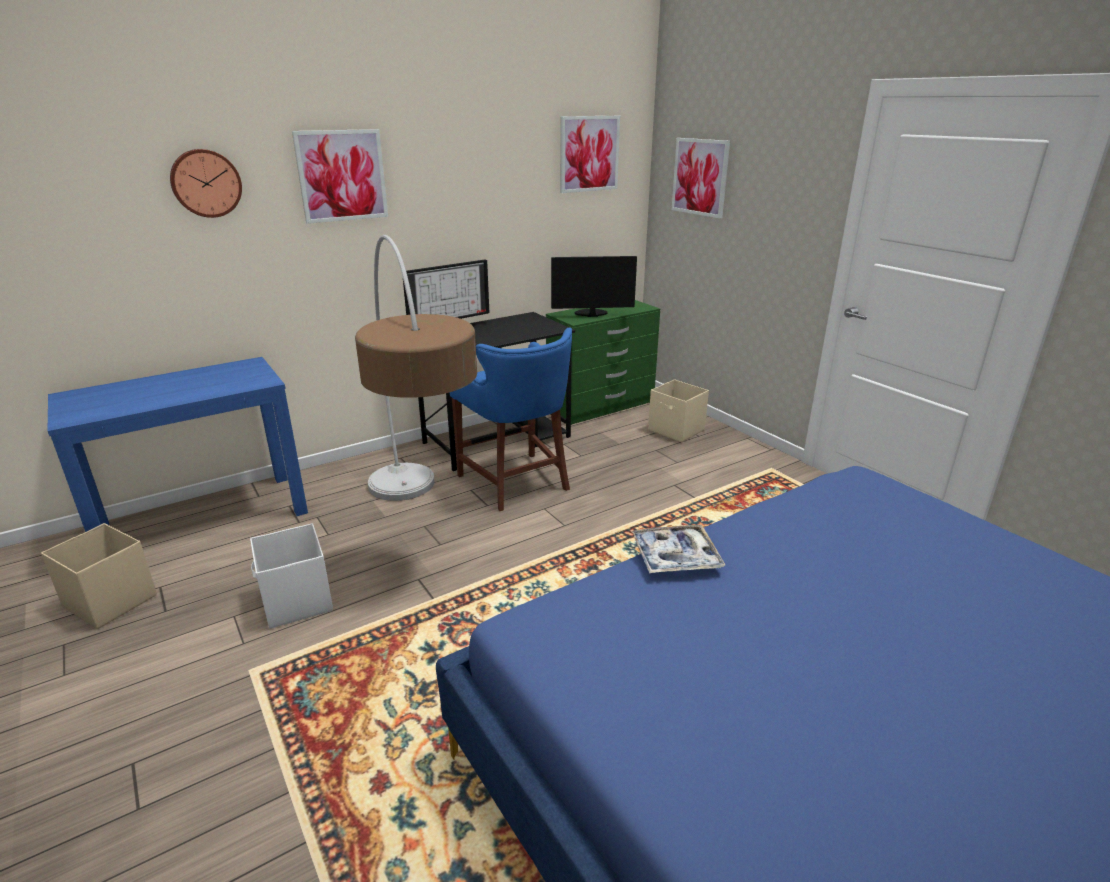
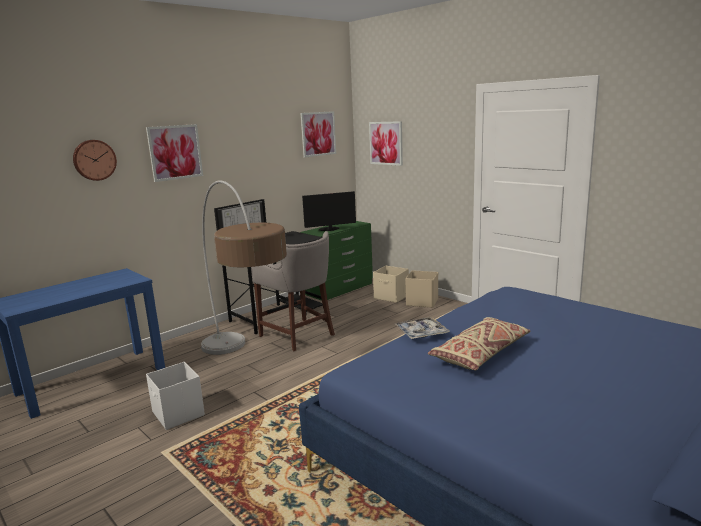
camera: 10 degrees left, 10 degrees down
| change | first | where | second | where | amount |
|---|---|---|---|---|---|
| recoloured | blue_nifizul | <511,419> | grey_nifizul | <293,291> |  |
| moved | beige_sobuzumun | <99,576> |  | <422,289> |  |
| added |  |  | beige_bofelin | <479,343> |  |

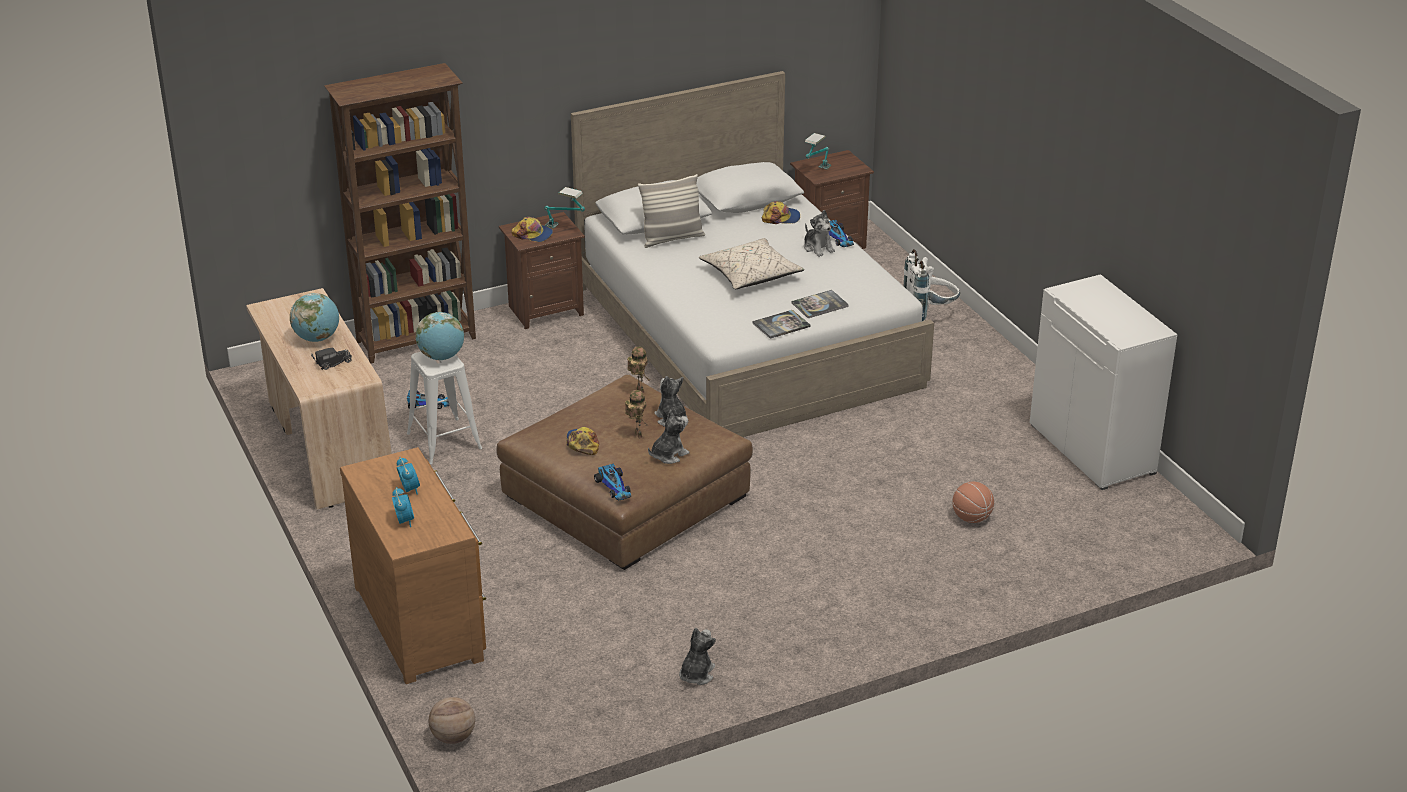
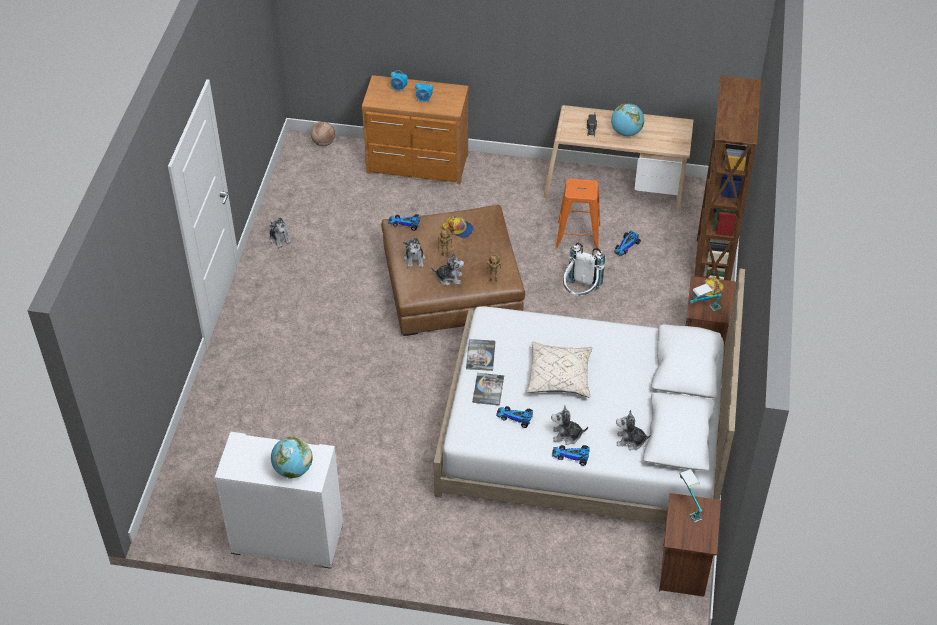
camera: 125 degrees right, 15 degrees up
| change | first | where | second | where | amount |
|---|---|---|---|---|---|
| removed | bofelin | <671,211> |  |  |  |
| replaced | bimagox | <781,212> | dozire | <633,430> |  |
| moved | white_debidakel | <932,285> |  | <584,269> |  |
| moved | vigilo | <440,336> |  | <292,457> |  |
| recoloured | white_nifizul | <444,408> | orange_nifizul | <577,215> |  |
| removed | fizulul | <973,502> |  |  |  |
| added |  |  | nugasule | <514,417> |  |

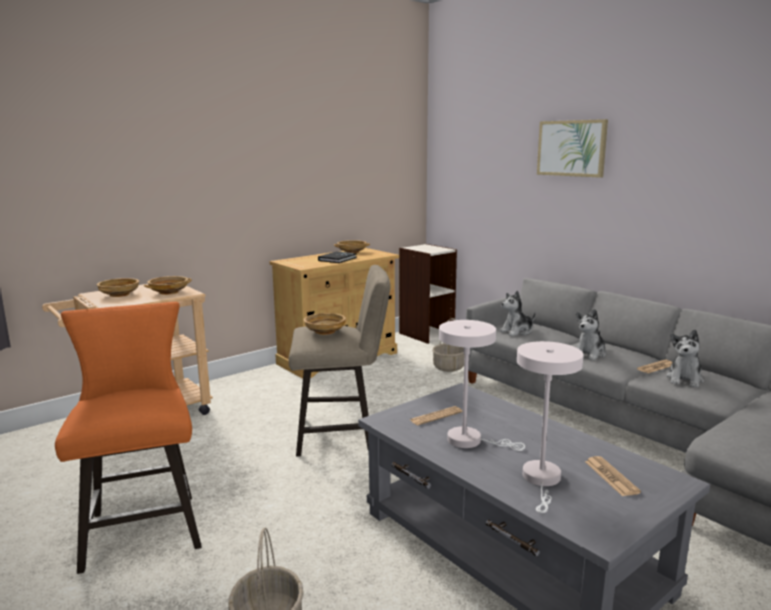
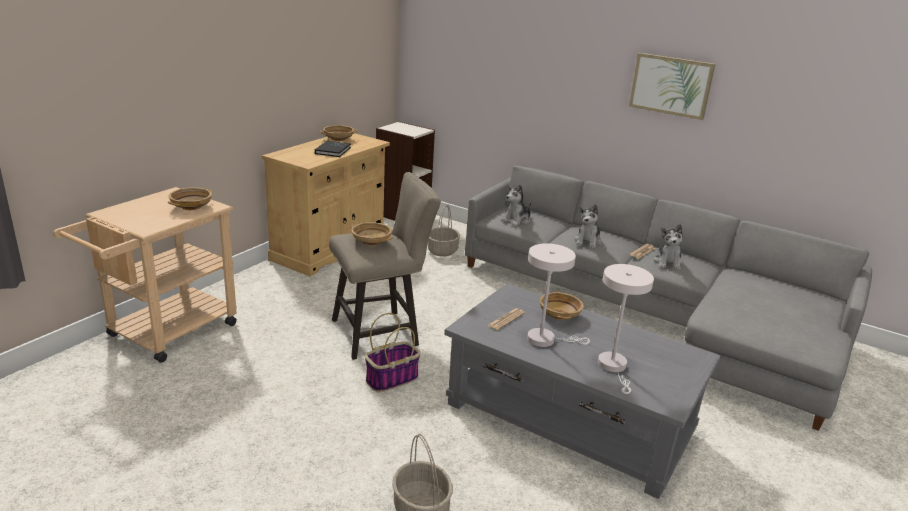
camera: 20 degrees left, 10 degrees up
| change | first | where | second | where | amount |
|---|---|---|---|---|---|
| moved | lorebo | <572,148> |  | <672,86> |  |
| moved | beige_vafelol | <118,287> |  | <562,306> |  |
| removed | orange_nifizul | <128,438> |  |  |  |
| removed | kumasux | <613,476> |  |  |  |
| added |  |  | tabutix | <393,352> |  |

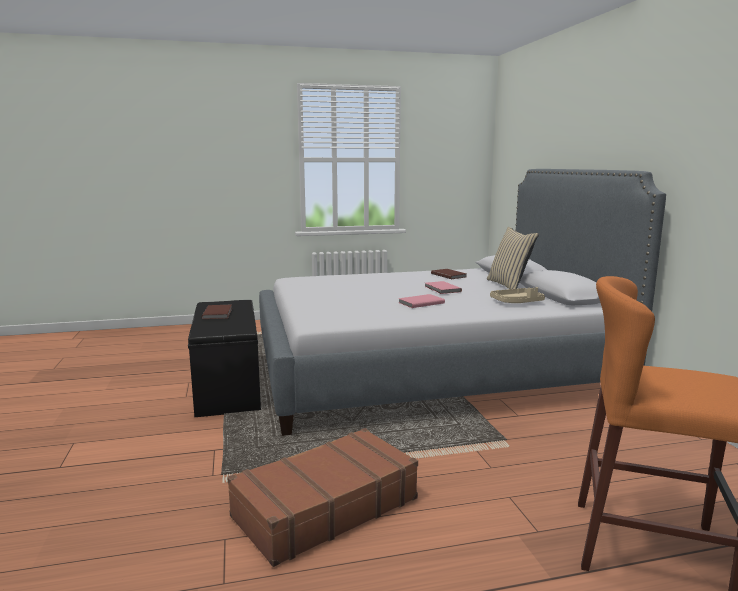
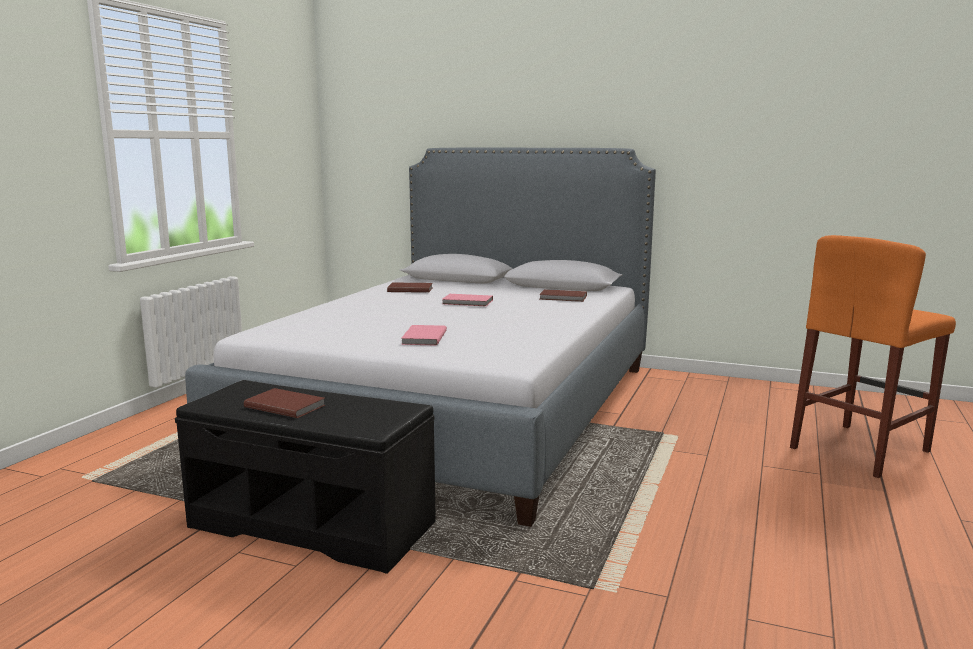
camera: 55 degrees left, 0 degrees up
| change | first | where | second | where | amount |
|---|---|---|---|---|---|
| removed | beige_bofelin | <513,258> |  |  |  |
| replaced | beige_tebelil | <517,295> | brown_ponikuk | <563,295> |  |
| moved | pink_ponikuk | <421,301> |  | <424,335> |  |
| removed | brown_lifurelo | <322,497> |  |  |  |

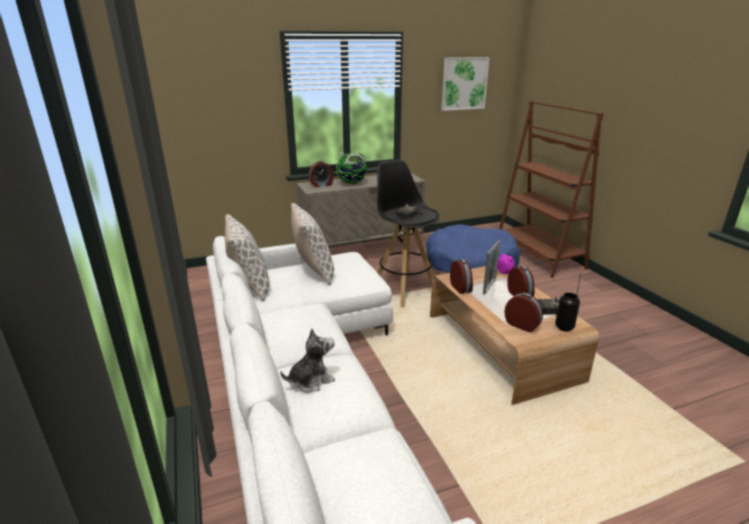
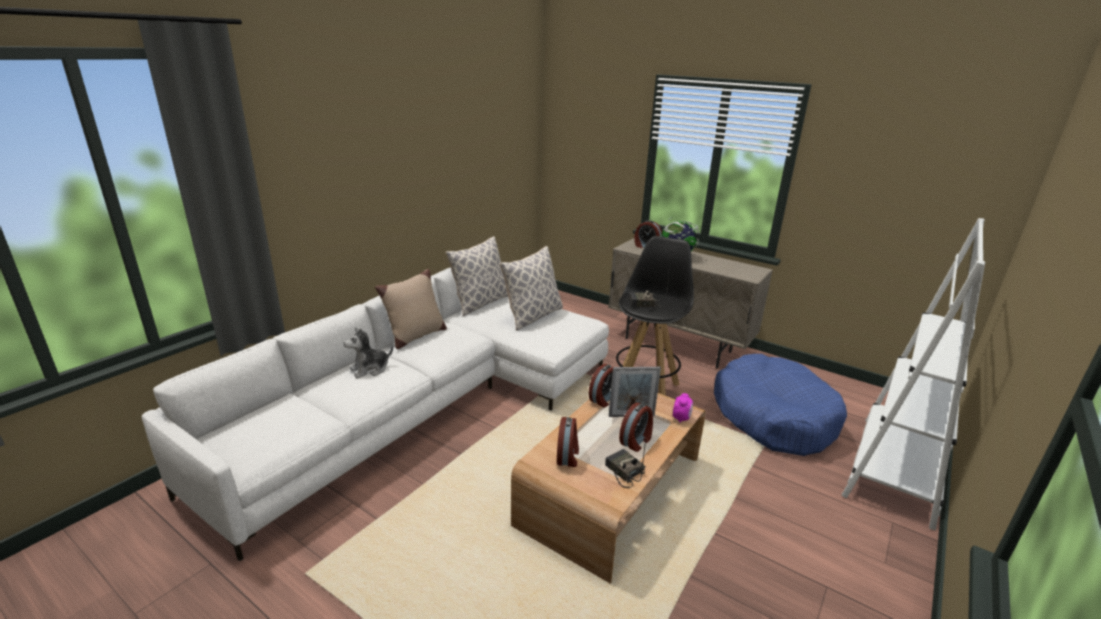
camera: 55 degrees right, 0 degrees up
| change | first | where | second | where | amount |
|---|---|---|---|---|---|
| removed | lorebo | <465,84> |  |  |  |
| recoloured | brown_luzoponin | <551,189> | white_luzoponin | <913,374> |  |
| removed | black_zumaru | <567,312> |  |  |  |
| turned | dozire | <307,360> |  | <368,352> | 120 degrees clockwise |
| added |  |  | beige_bofelin | <411,309> |  |

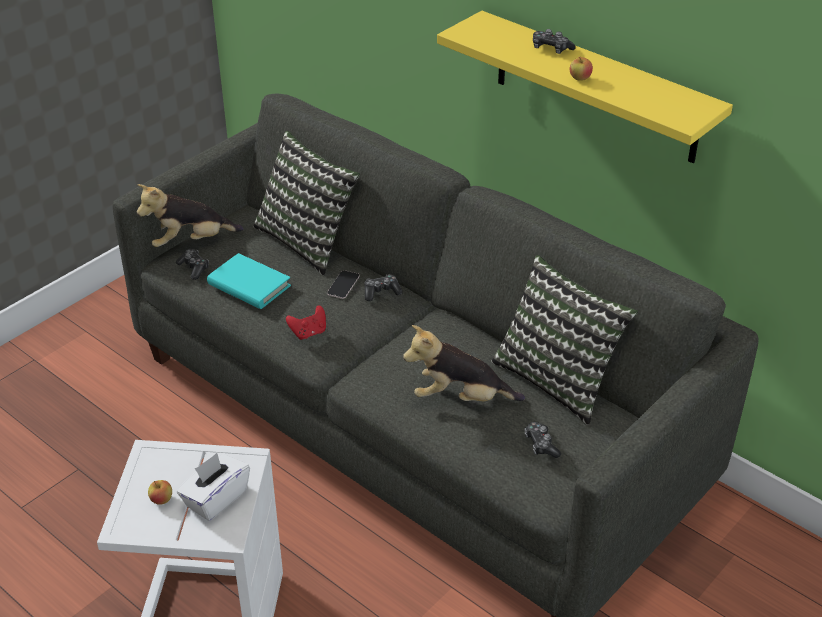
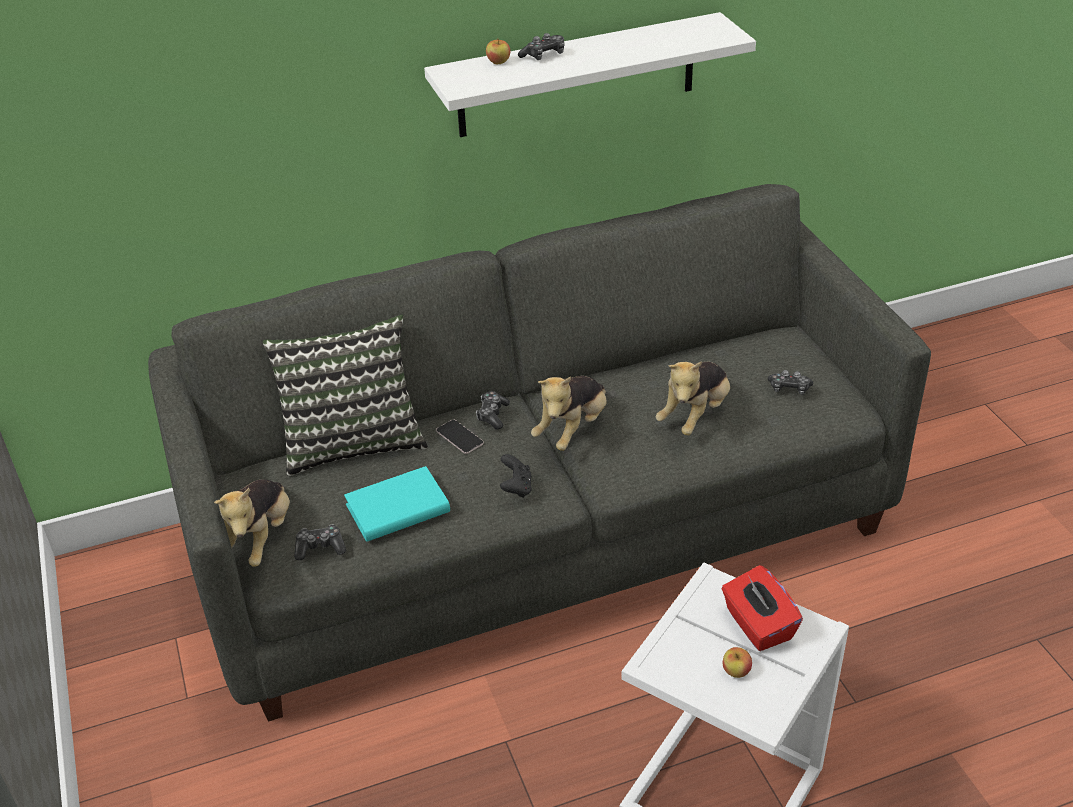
camera: 60 degrees left, 0 degrees up
| change | first | where | second | where | amount |
|---|---|---|---|---|---|
| recoloured | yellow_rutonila | <585,87> | white_rutonila | <590,74> |  |
| moved | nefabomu | <581,69> |  | <498,51> |  |
| removed | bofelin | <564,340> |  |  |  |
| recoloured | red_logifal | <306,322> | black_logifal | <516,476> |  |
| recoloured | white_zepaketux | <213,487> | red_zepaketux | <762,608> |  |
| added |  |  | dozire | <569,413> |  |

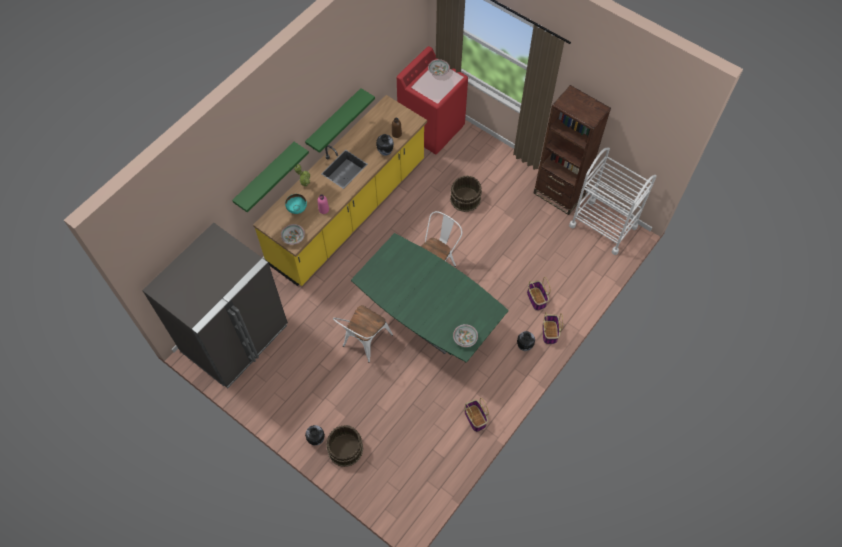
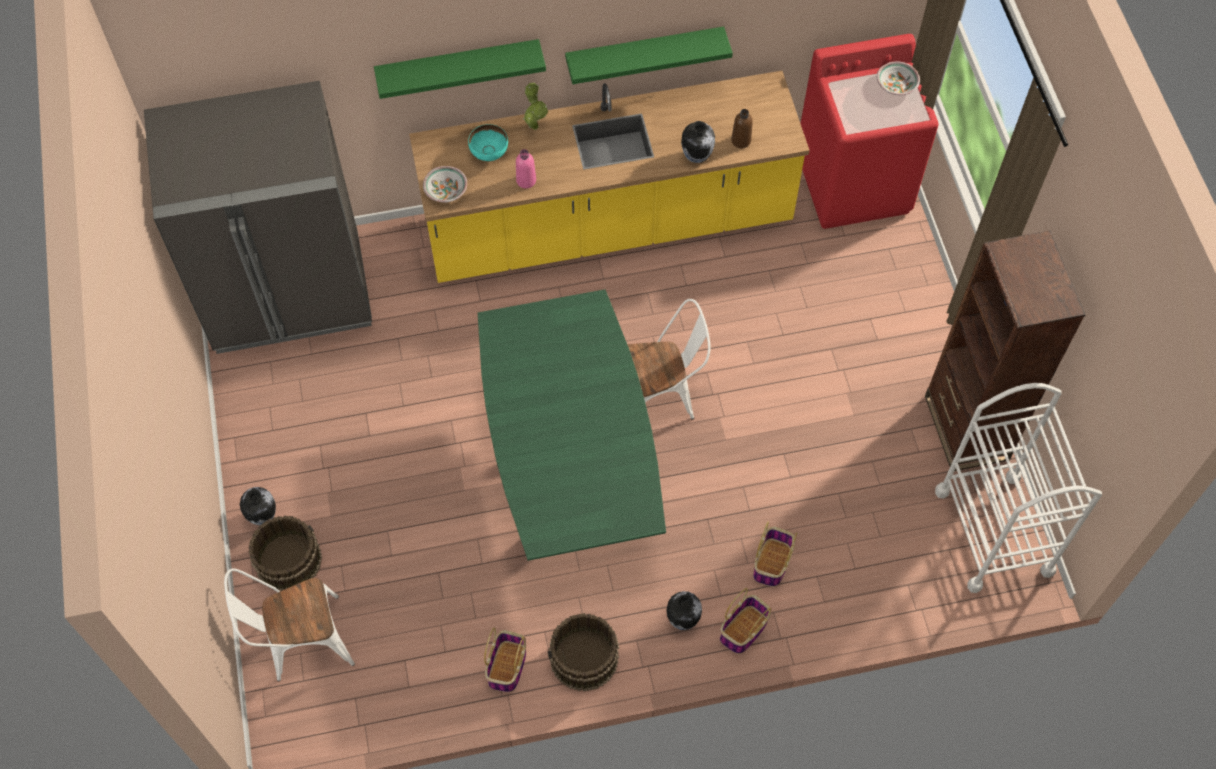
camera: 40 degrees right, 0 degrees up
| change | first | where | second | where | amount |
|---|---|---|---|---|---|
| moved | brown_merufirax | <466,194> |  | <583,652> |  |
| moved | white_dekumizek | <363,333> |  | <289,624> |  |
| removed | vafelol | <465,335> |  |  |  |

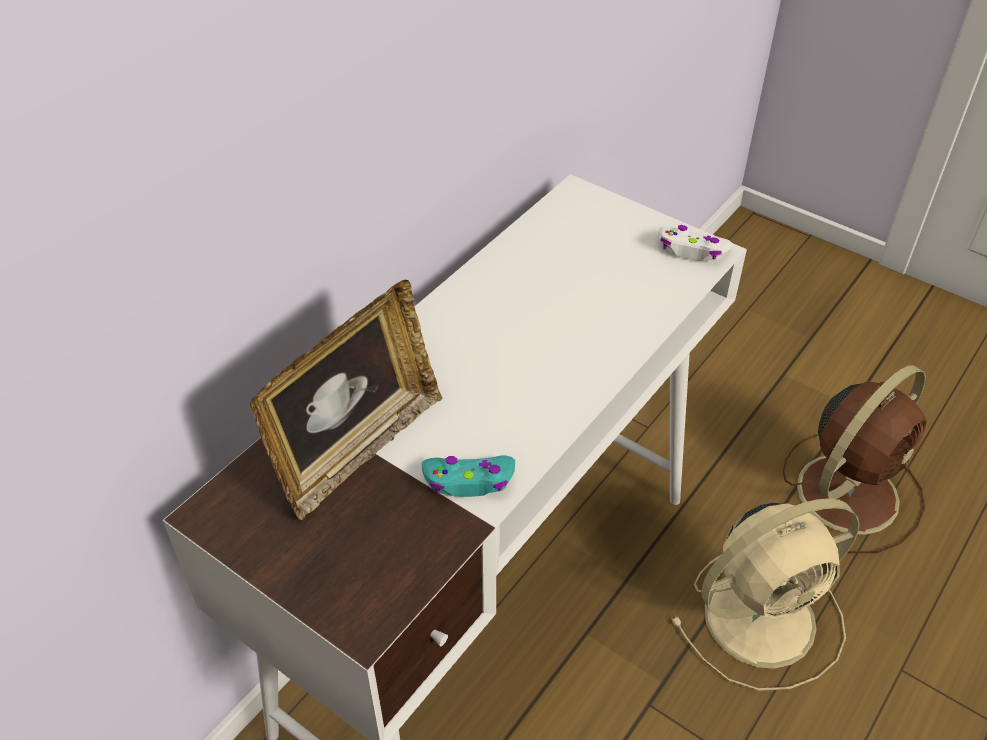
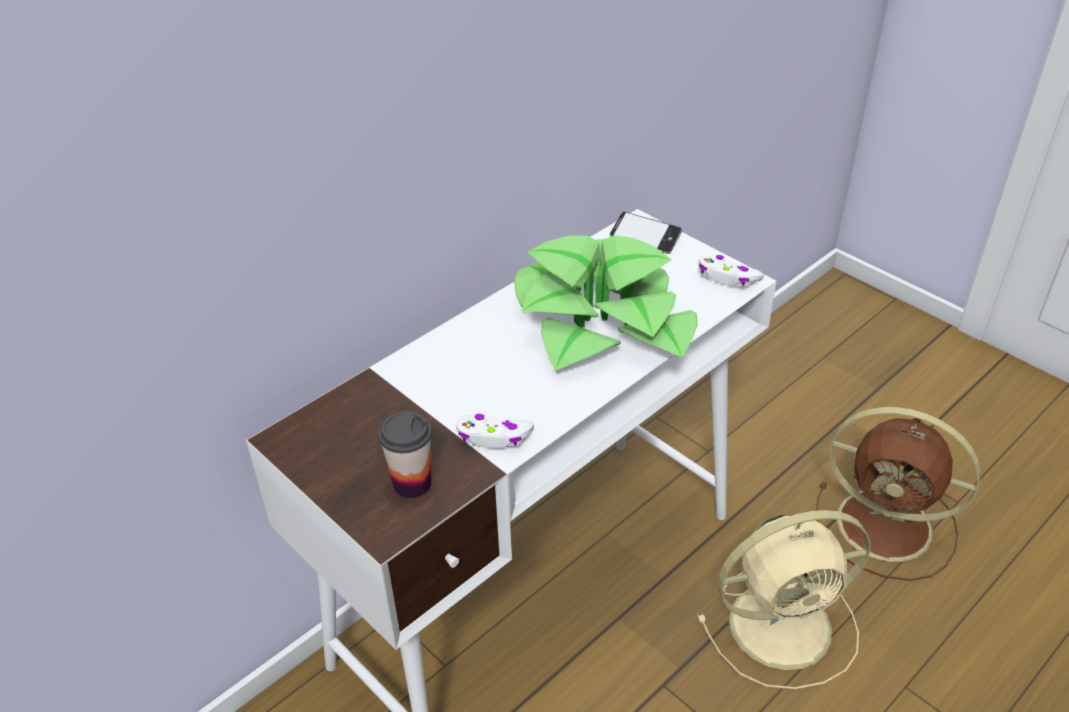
camera: 10 degrees right, 5 degrees down
| change | first | where | second | where | amount |
|---|---|---|---|---|---|
| removed | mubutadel | <345,400> |  |  |  |
| turned | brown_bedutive | <855,459> |  | <898,494> | 60 degrees clockwise |
| recoloured | turquoise_logifal | <468,476> | white_logifal | <495,431> |  |
| added |  |  | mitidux | <646,233> |  |
| added |  |  | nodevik | <605,303> |  |
| added |  |  | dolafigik | <405,454> |  |

